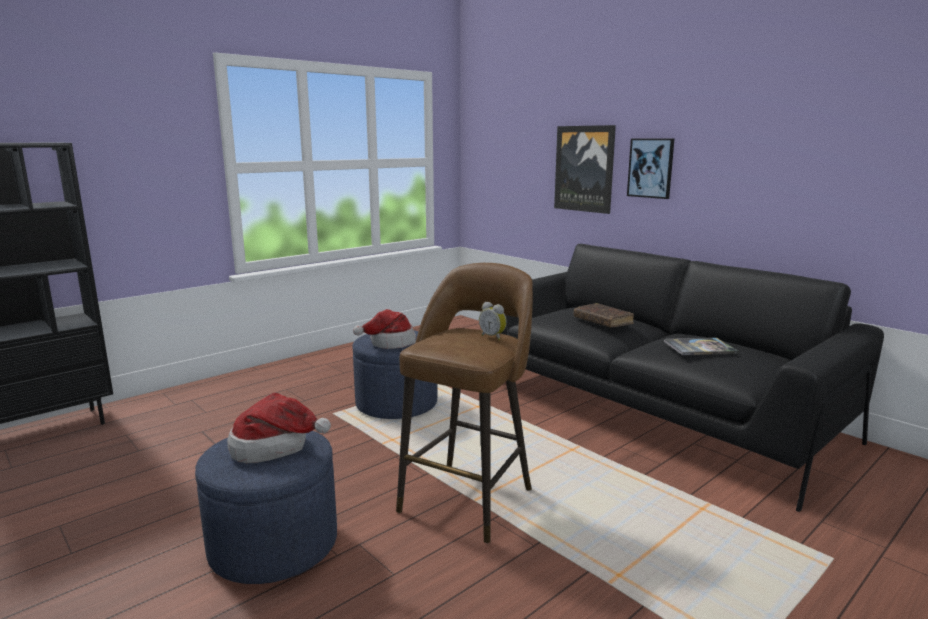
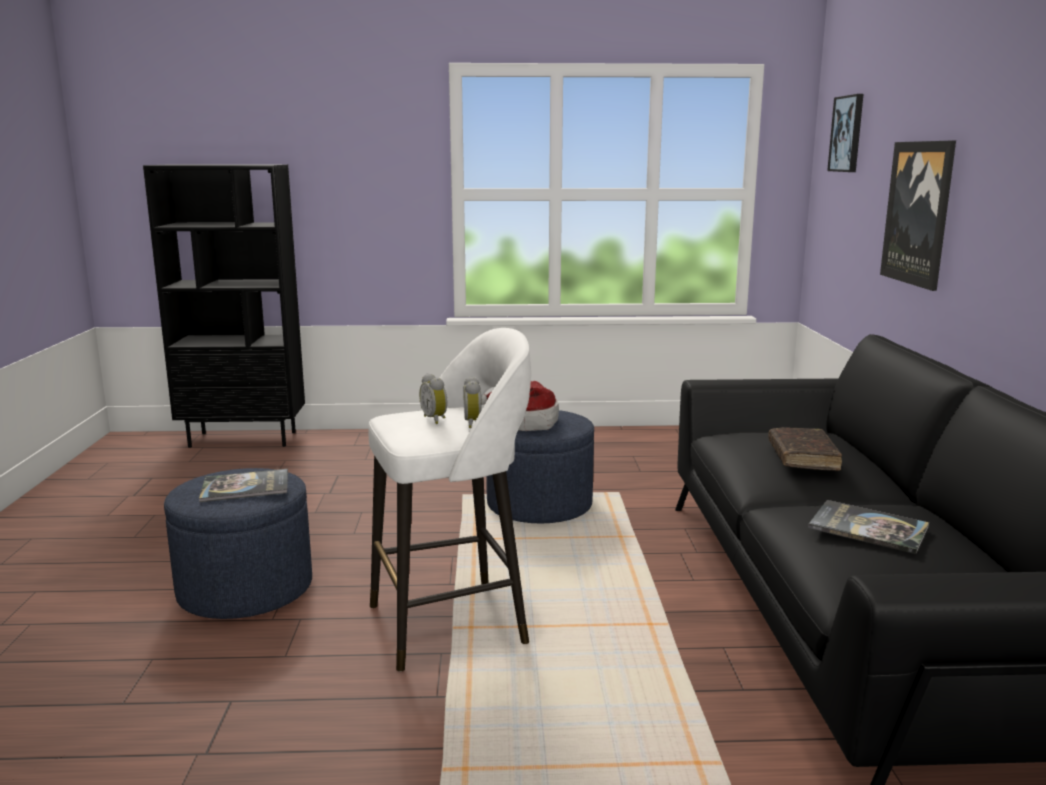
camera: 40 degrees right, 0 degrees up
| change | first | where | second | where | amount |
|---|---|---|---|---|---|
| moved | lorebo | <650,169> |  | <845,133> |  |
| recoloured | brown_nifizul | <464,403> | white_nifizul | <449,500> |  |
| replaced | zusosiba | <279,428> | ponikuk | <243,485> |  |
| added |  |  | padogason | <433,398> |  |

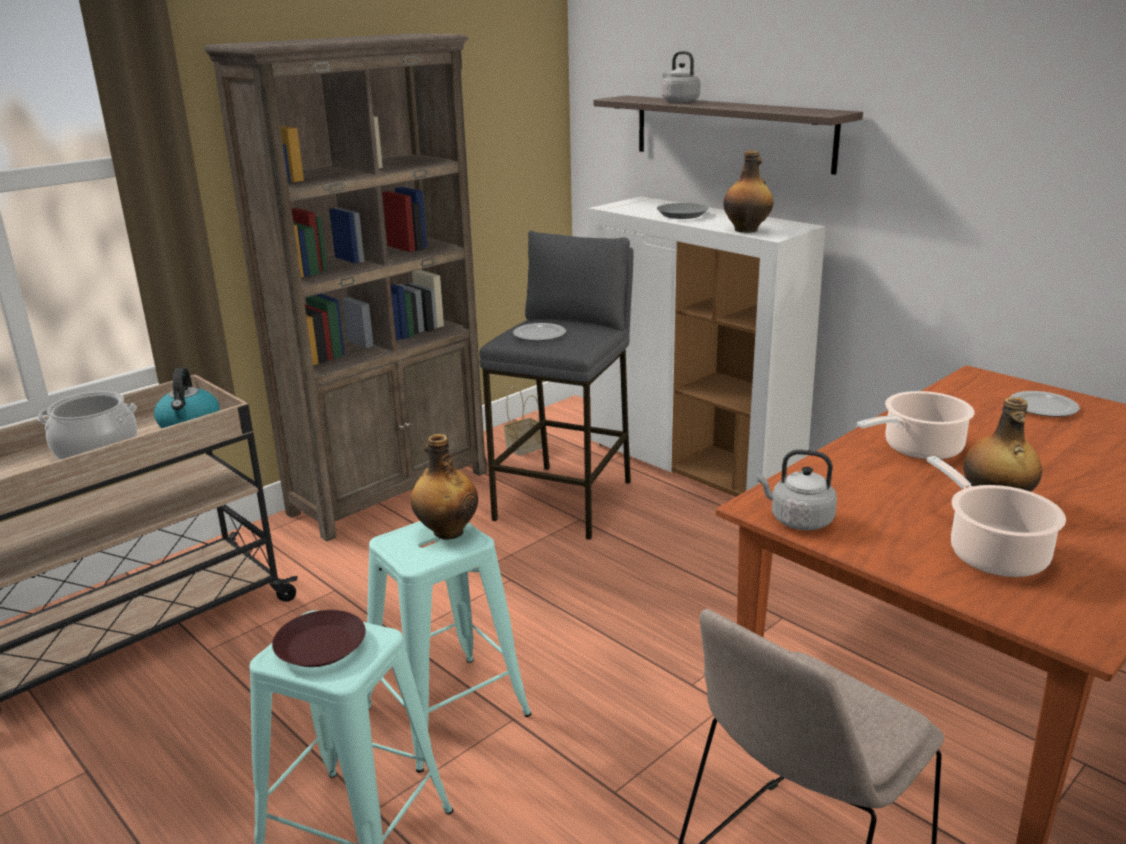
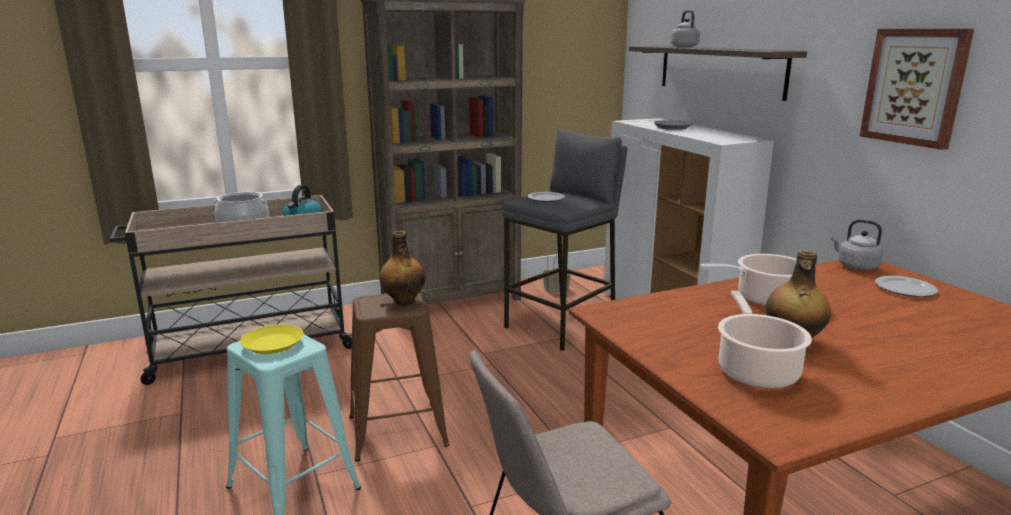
camera: 20 degrees right, 5 degrees down
| change | first | where | second | where | amount |
|---|---|---|---|---|---|
| removed | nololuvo | <748,191> |  |  |  |
| moved | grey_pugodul | <797,490> |  | <857,244> |  |
| recoloured | turquoise_nifizul | <449,647> | brown_nifizul | <399,376> |  |
| recoloured | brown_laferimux | <319,638> | yellow_laferimux | <272,339> |  |
| added |  |  | lorebo | <916,89> |  |

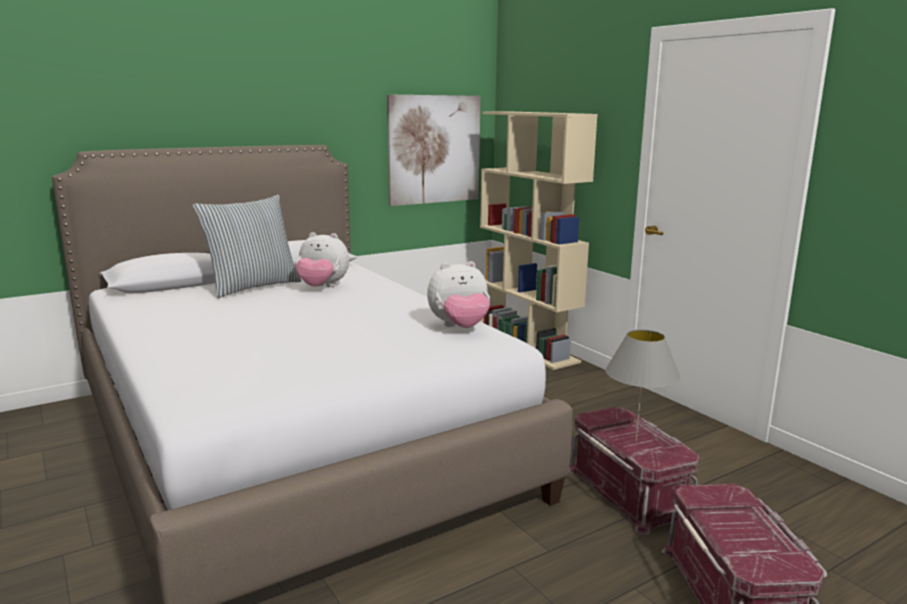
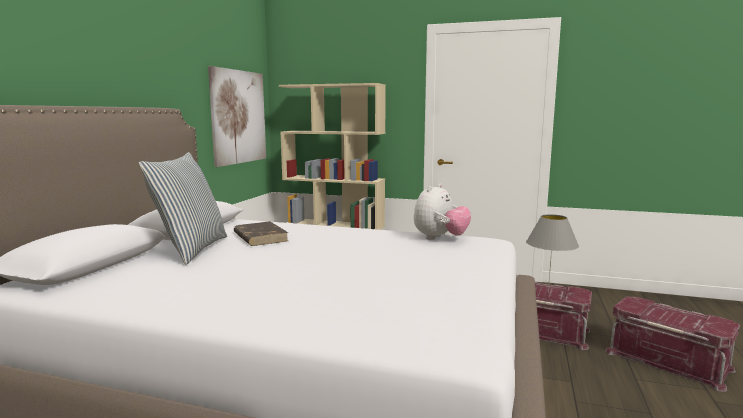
camera: 40 degrees left, 5 degrees down
| change | first | where | second | where | amount |
|---|---|---|---|---|---|
| replaced | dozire | <322,259> | brown_ponikuk | <261,233> |  |

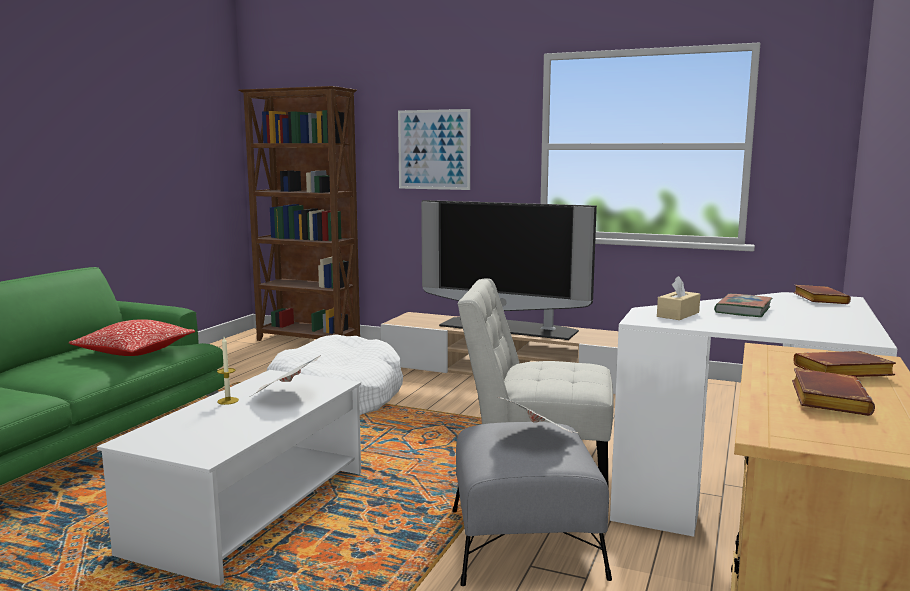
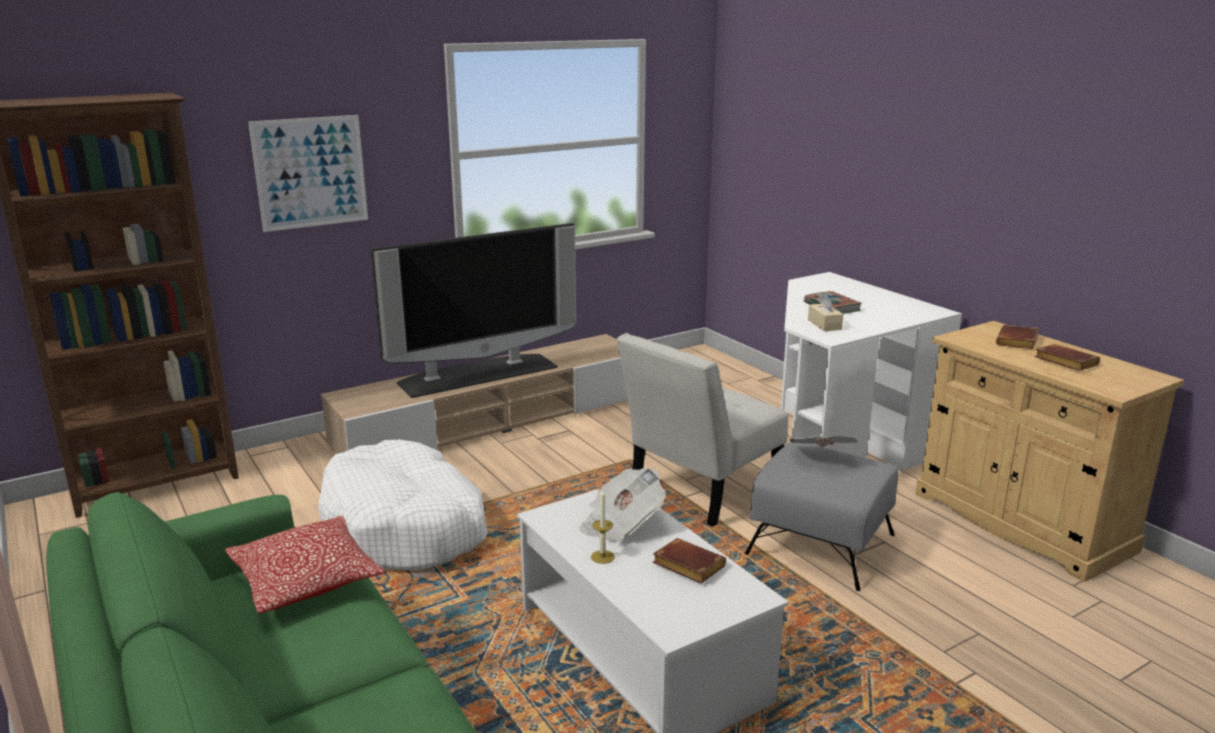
camera: 55 degrees left, 10 degrees up
| change | first | where | second | where | amount |
|---|---|---|---|---|---|
| moved | brown_ponikuk | <822,294> |  | <689,560> |  |

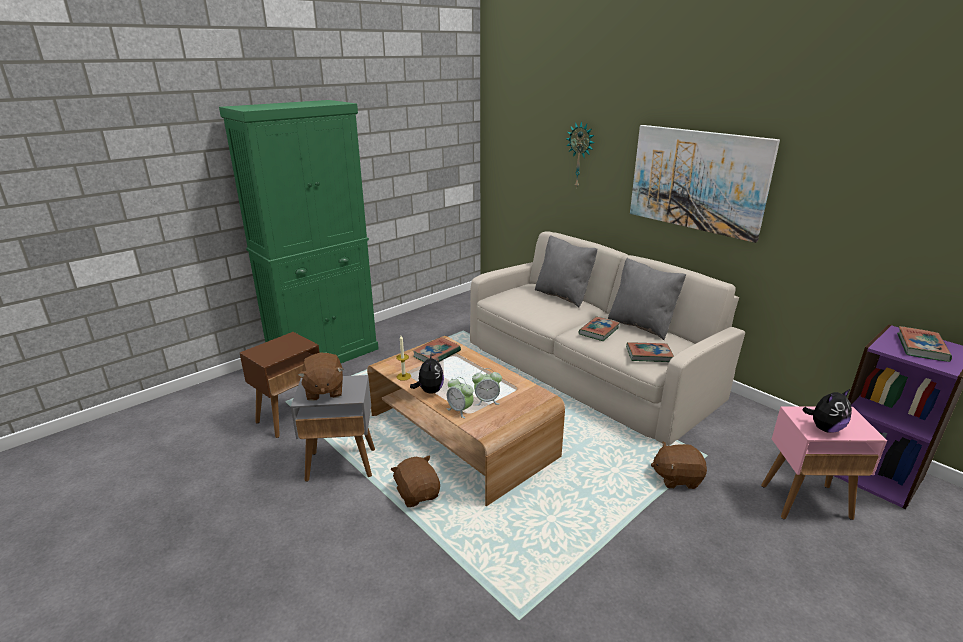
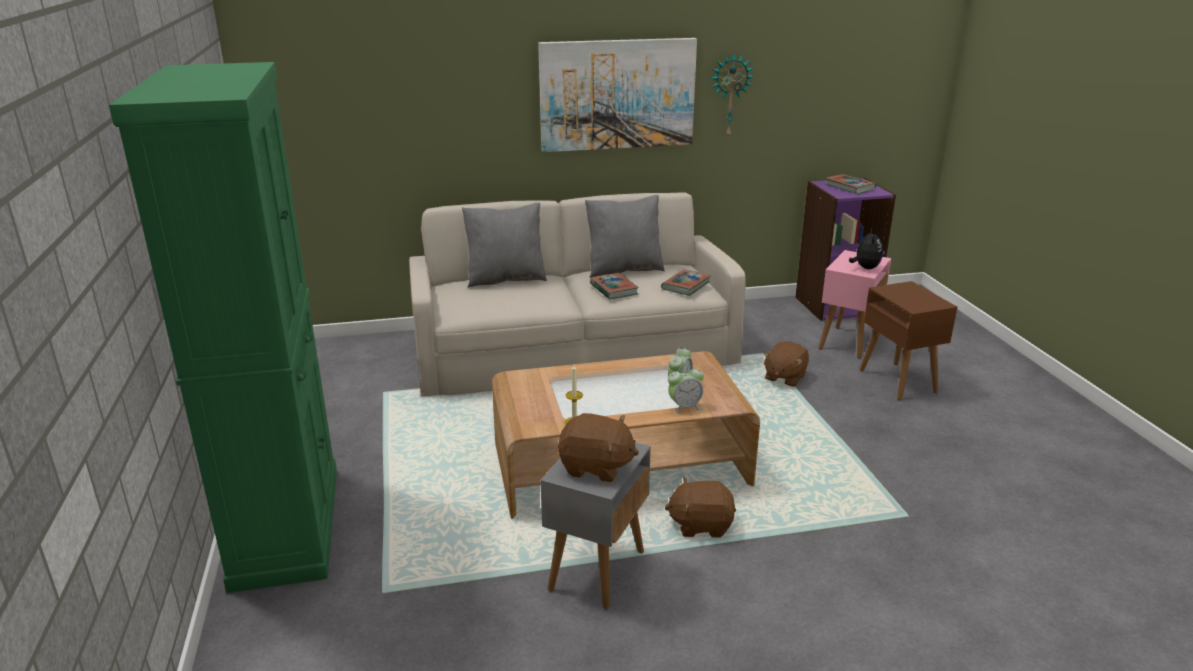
camera: 60 degrees left, 0 degrees up
| change | first | where | second | where | amount |
|---|---|---|---|---|---|
| moved | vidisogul | <580,155> |  | <732,96> |  |
| moved | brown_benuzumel | <280,385> |  | <908,340> |  |
| removed | ponikuk | <437,349> |  |  |  |
| removed | dozire | <427,373> |  |  |  |

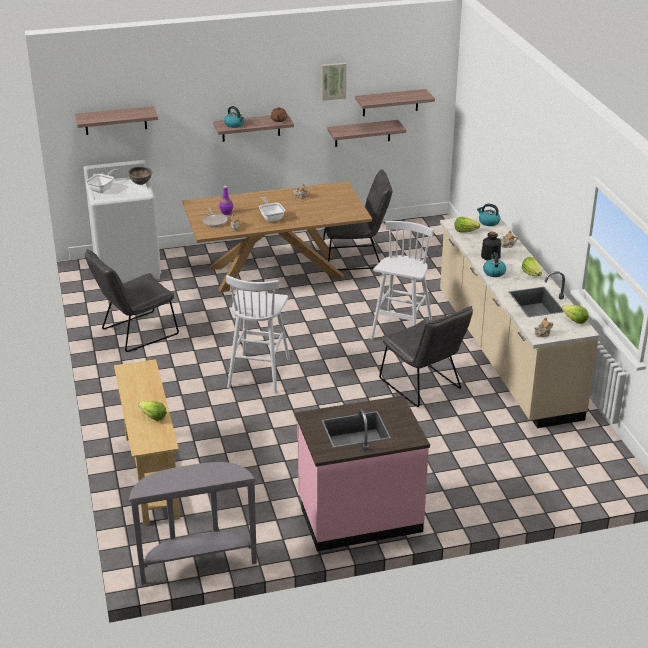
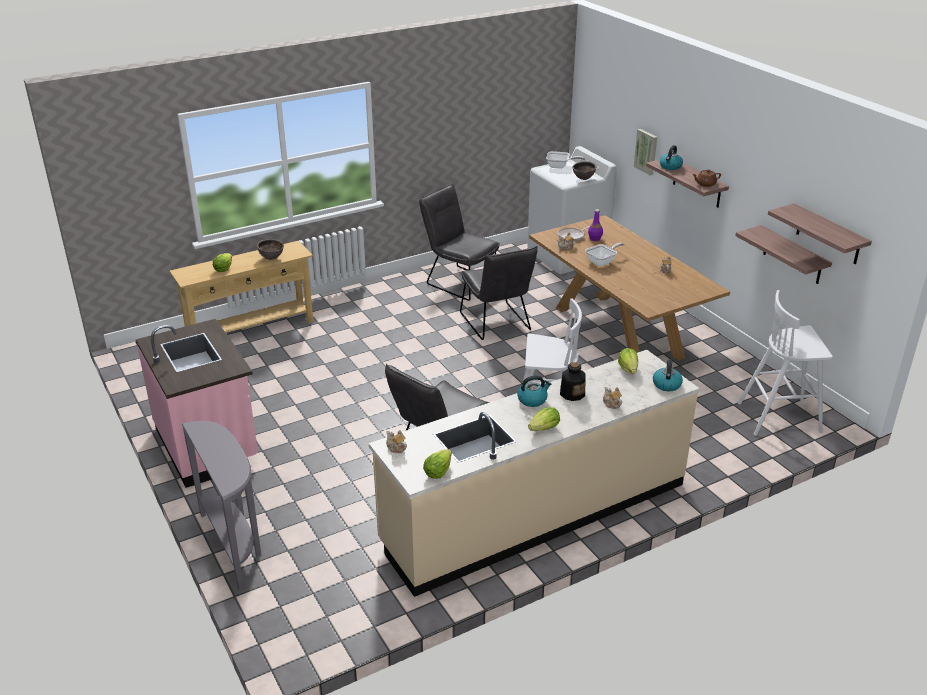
camera: 75 degrees right, 0 degrees up
| change | first | where | second | where | amount |
|---|---|---|---|---|---|
| moved | lorebo | <334,82> |  | <645,152> |  |
| removed | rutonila | <116,120> |  |  |  |
| moved | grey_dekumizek | <357,220> |  | <499,293> |  |
| moved | white_nifizul | <258,334> |  | <785,363> |  |
| moved | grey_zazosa | <193,523> |  | <221,506> |  |
| added |  |  | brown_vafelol | <270,249> |  |

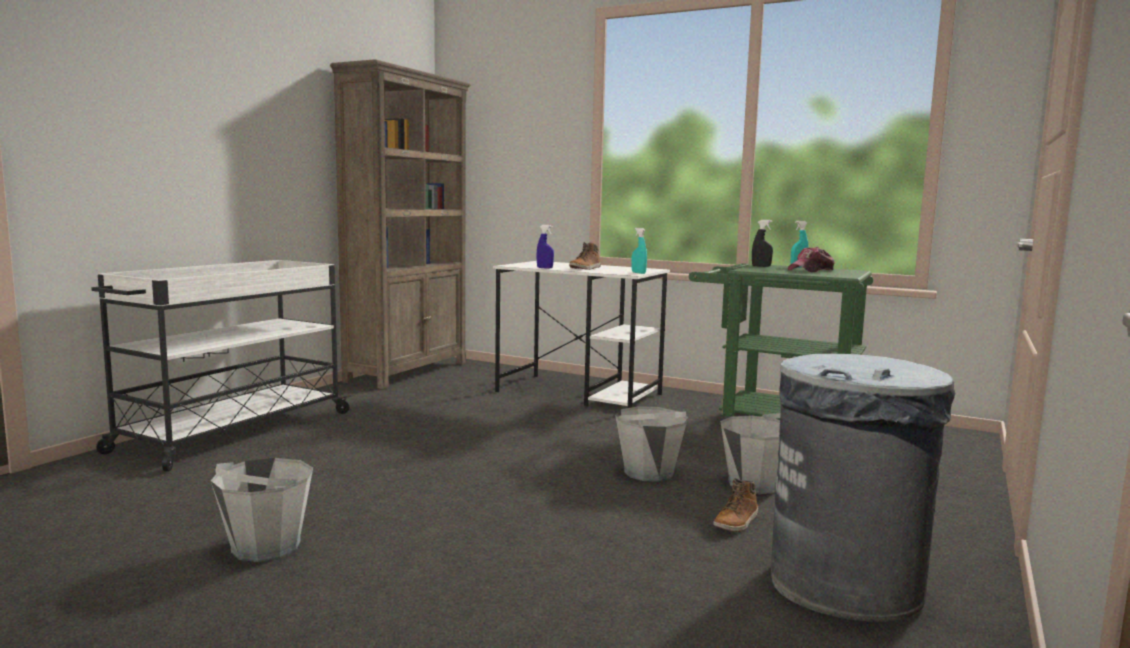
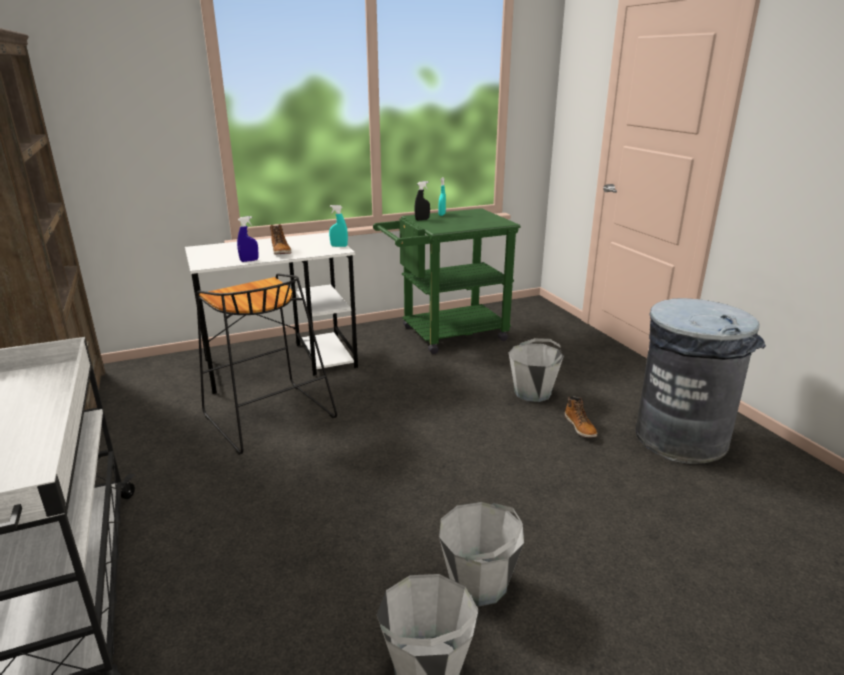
camera: 50 degrees left, 15 degrees up
| change | first | where | second | where | amount |
|---|---|---|---|---|---|
| removed | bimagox | <811,259> |  |  |  |
| moved | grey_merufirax | <651,444> |  | <481,554> |  |
| added |  |  | black_nifizul | <266,364> |  |

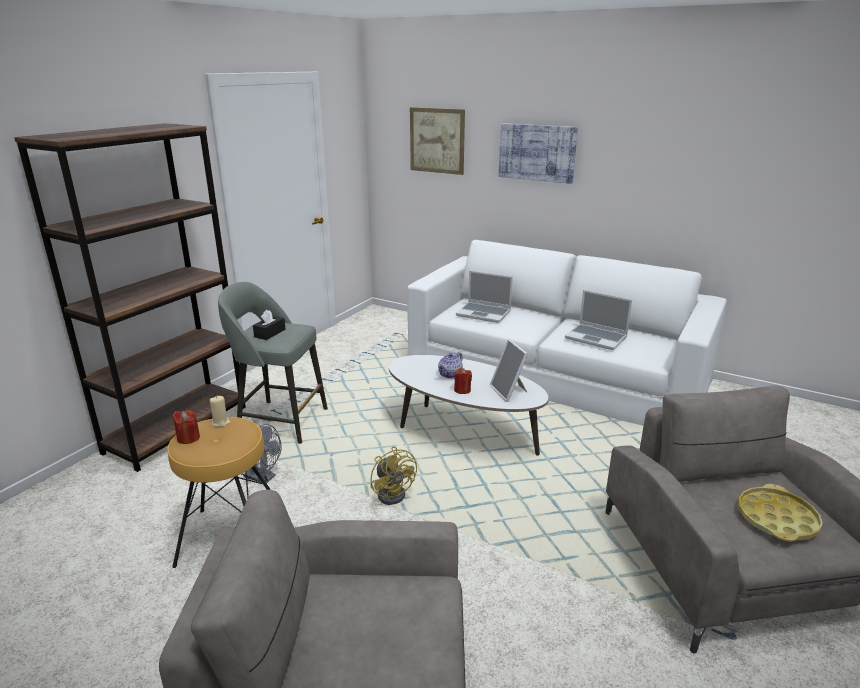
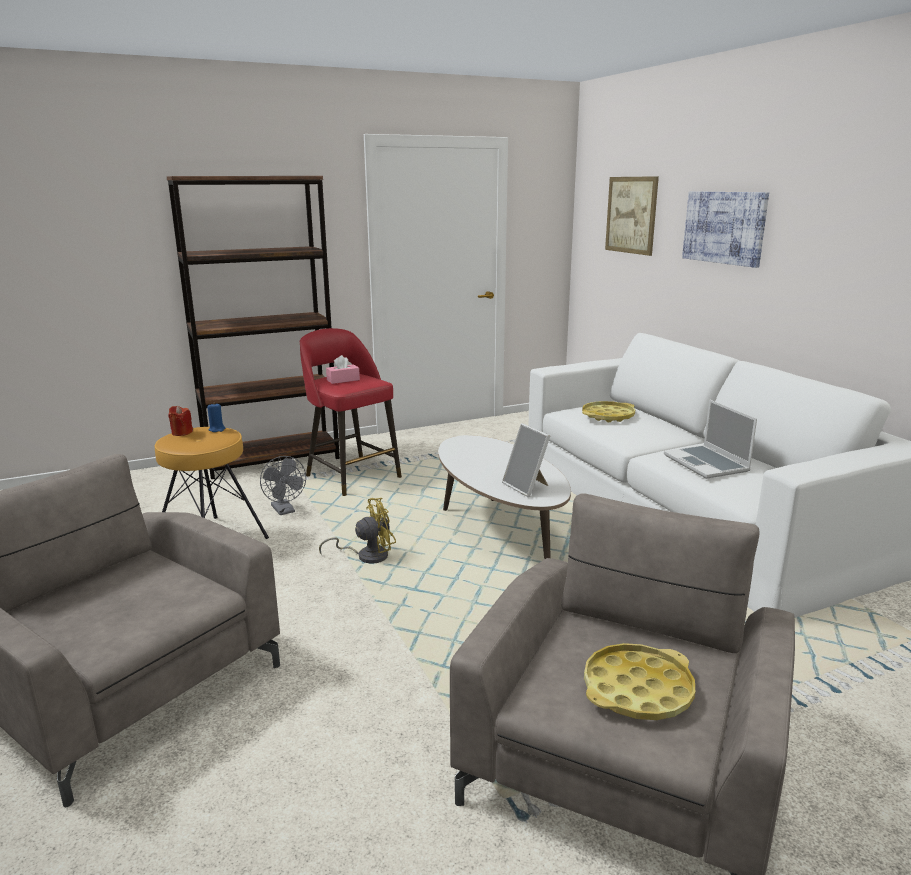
camera: 35 degrees right, 5 degrees down
| change | first | where | second | where | amount |
|---|---|---|---|---|---|
| replaced | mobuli | <484,297> | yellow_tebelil | <608,411> |  |
| recoloured | grey_nifizul | <273,363> | red_nifizul | <351,412> |  |
| recoloured | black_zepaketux | <269,325> | pink_zepaketux | <343,369> |  |
| turned | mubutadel | <509,370> |  | <526,460> | 45 degrees counterclockwise |
| removed | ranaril | <450,365> |  |  |  |
| removed | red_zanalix | <463,381> |  |  |  |
| recoloured | beige_zanalix | <220,411> | blue_zanalix | <216,418> |  |
| turned | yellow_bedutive | <393,476> |  | <357,531> | 120 degrees counterclockwise |

